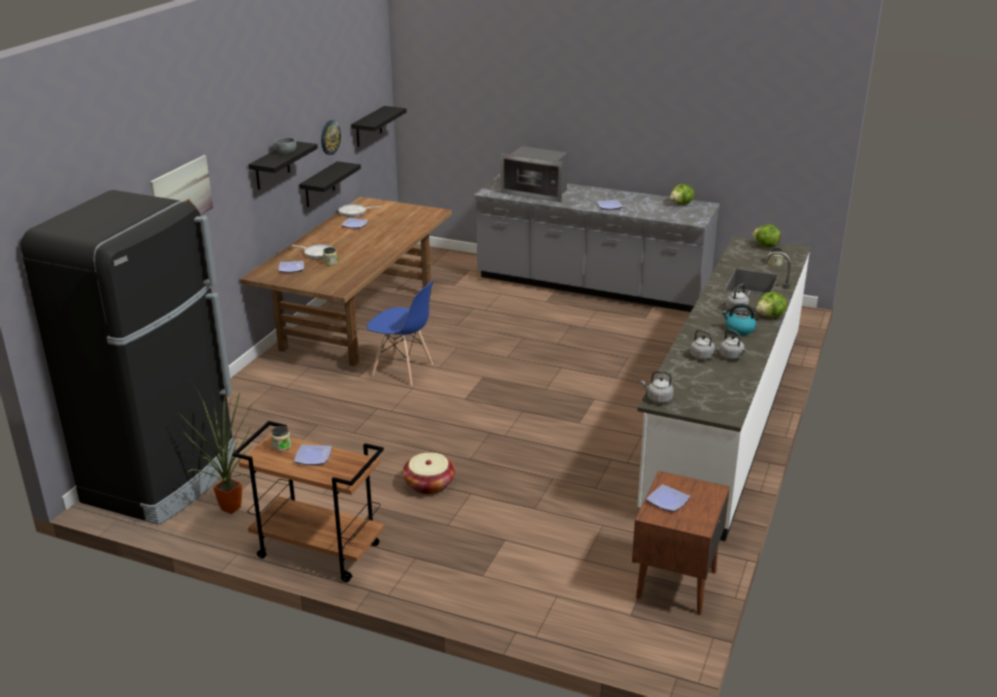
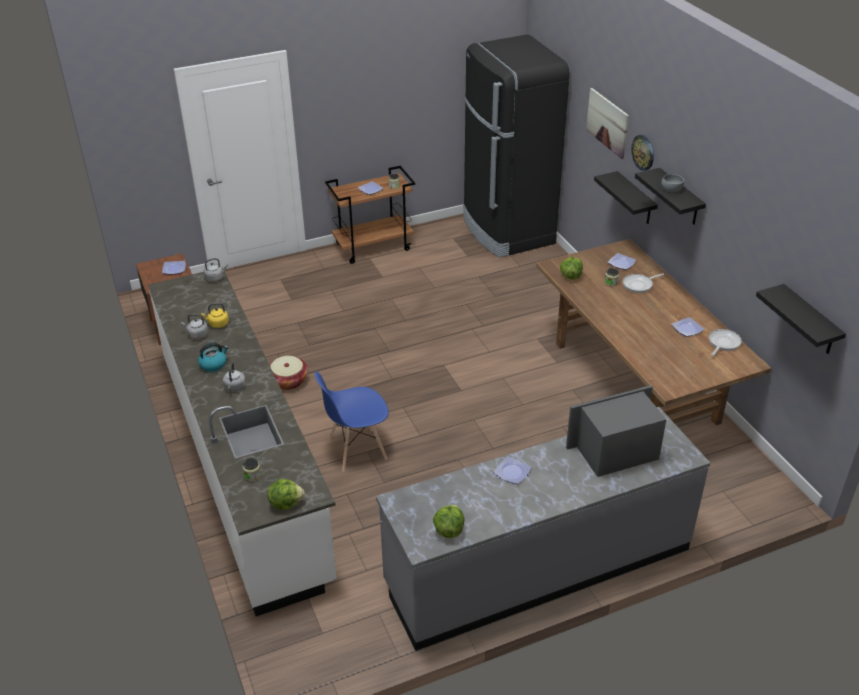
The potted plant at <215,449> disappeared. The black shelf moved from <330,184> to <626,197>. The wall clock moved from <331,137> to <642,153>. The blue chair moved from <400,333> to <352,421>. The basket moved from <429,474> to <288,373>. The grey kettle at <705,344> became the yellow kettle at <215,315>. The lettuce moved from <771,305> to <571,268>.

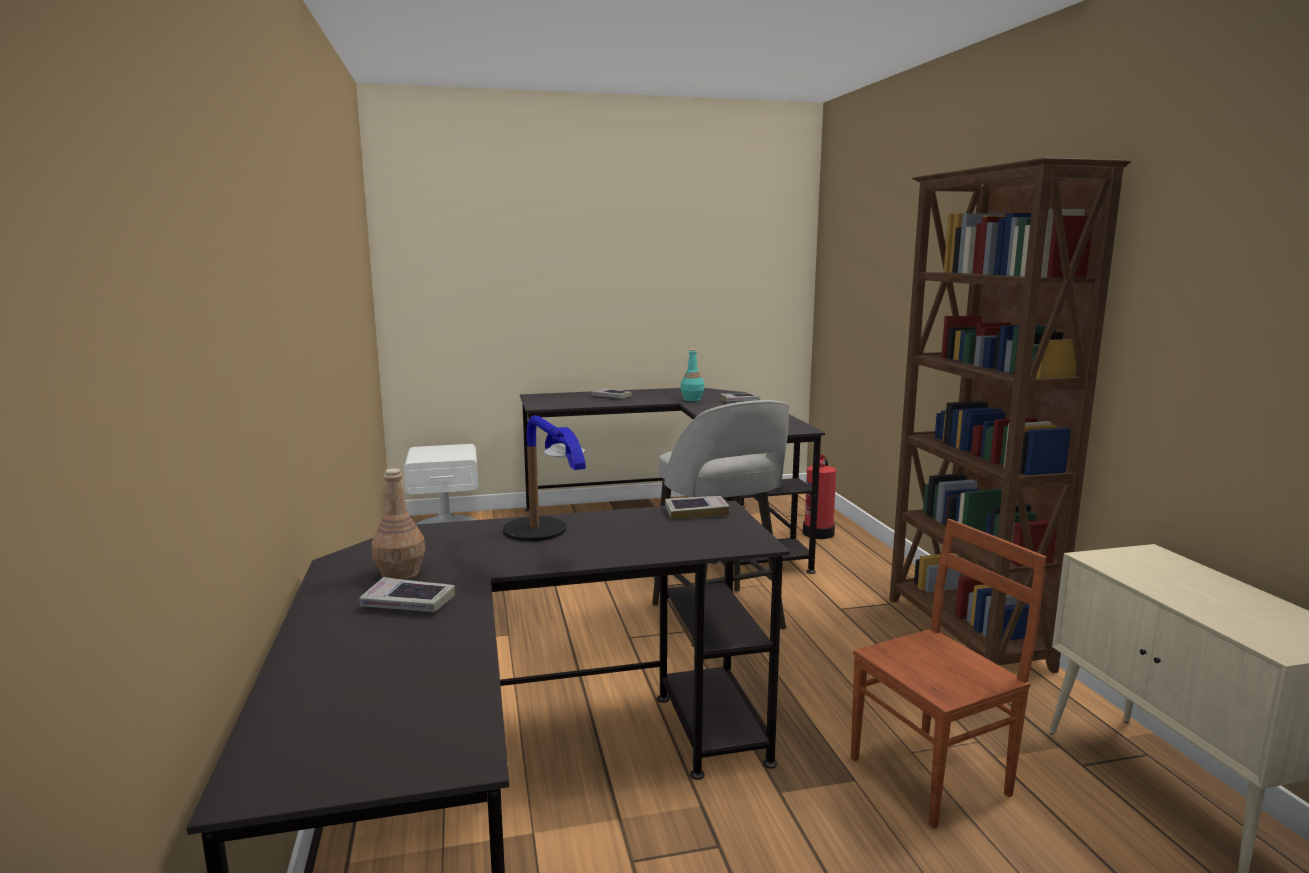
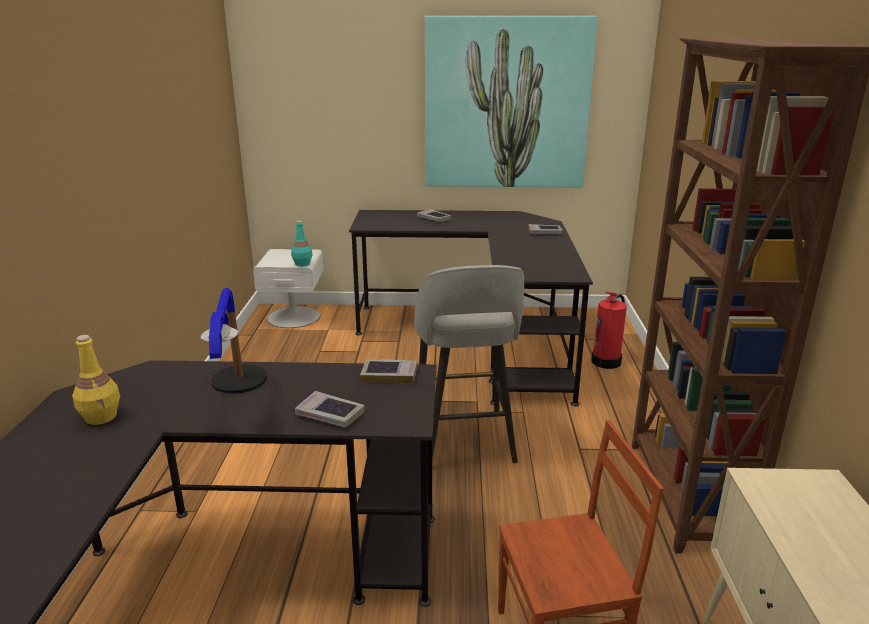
The book moved from <407,594> to <330,409>. The brown bottle at <398,524> became the yellow bottle at <96,380>. The turquoise bottle moved from <692,375> to <301,243>. The picture at <511,102> appeared.

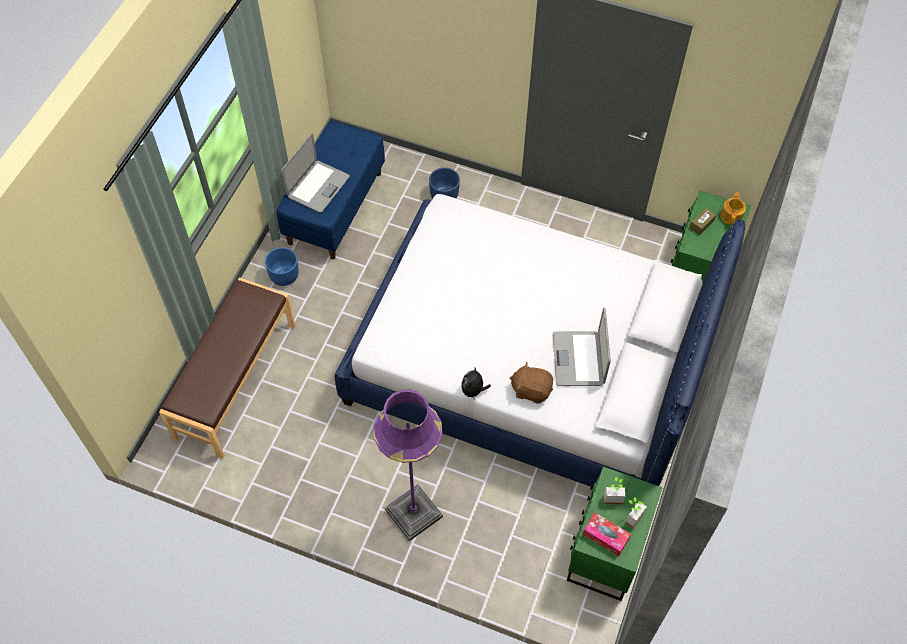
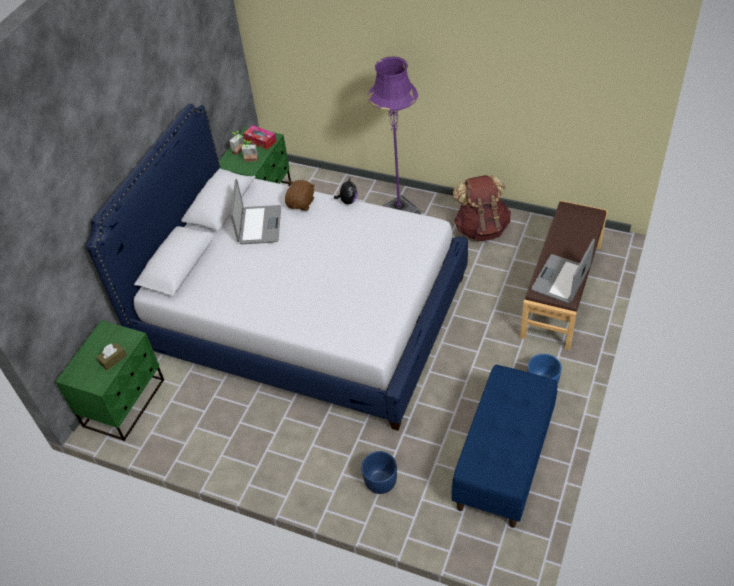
The laptop moved from <315,173> to <563,271>. The brown plush toy at <531,382> turned 90 degrees counterclockwise. The teapot at <733,208> disappeared. The brown backpack at <482,208> appeared.

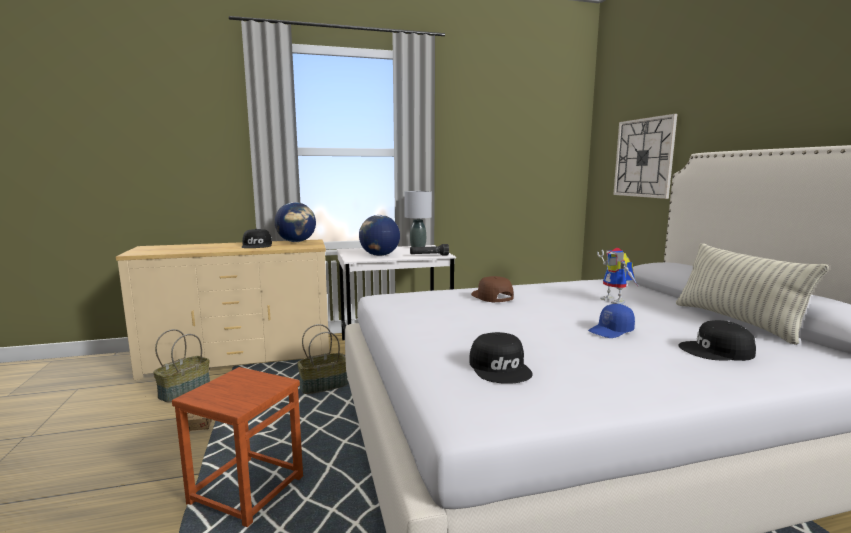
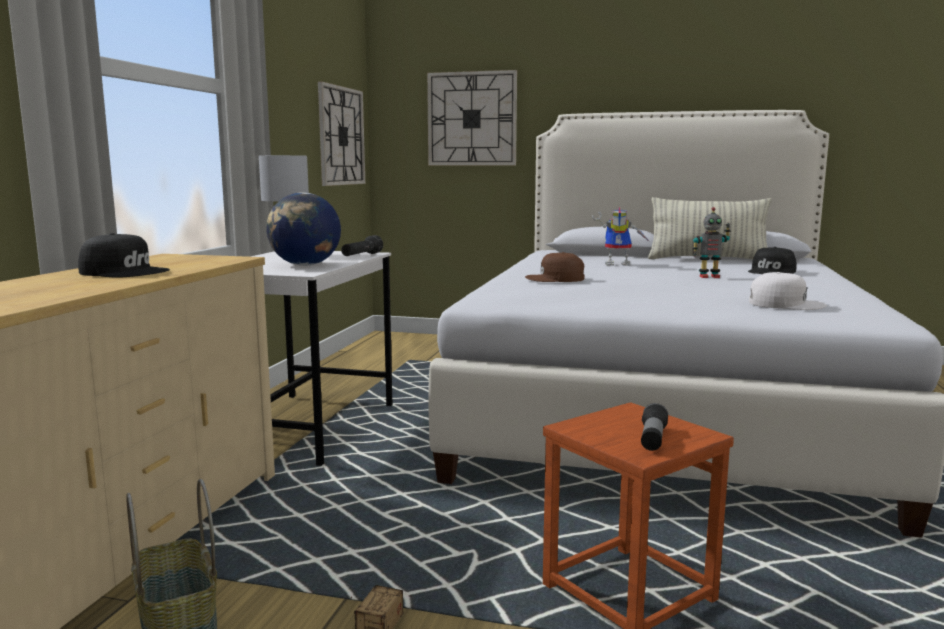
The globe at <295,222> disappeared. The basket at <322,359> disappeared. The black cap at <501,358> became the white cap at <788,291>. The blue cap at <611,321> was replaced by the toy robot at <712,242>. The wall clock at <341,133> appeared. The flashlight at <654,427> appeared.

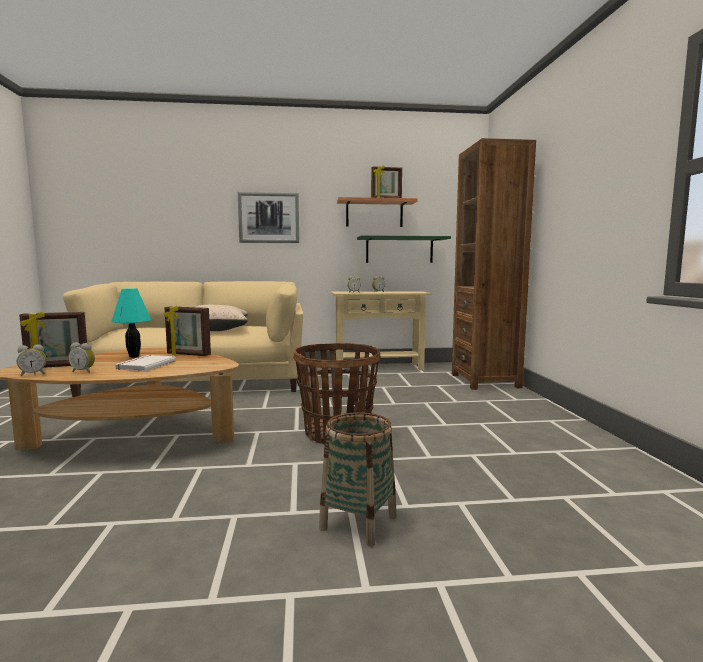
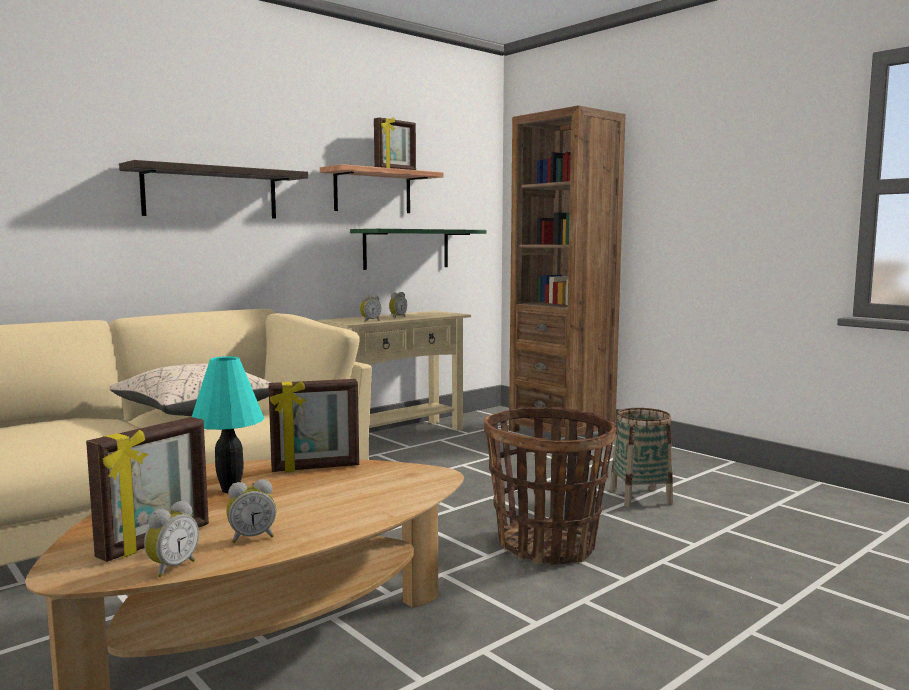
The white book at <145,363> disappeared. The picture at <268,217> was replaced by the shelf at <213,189>. The basket moved from <358,479> to <641,457>.

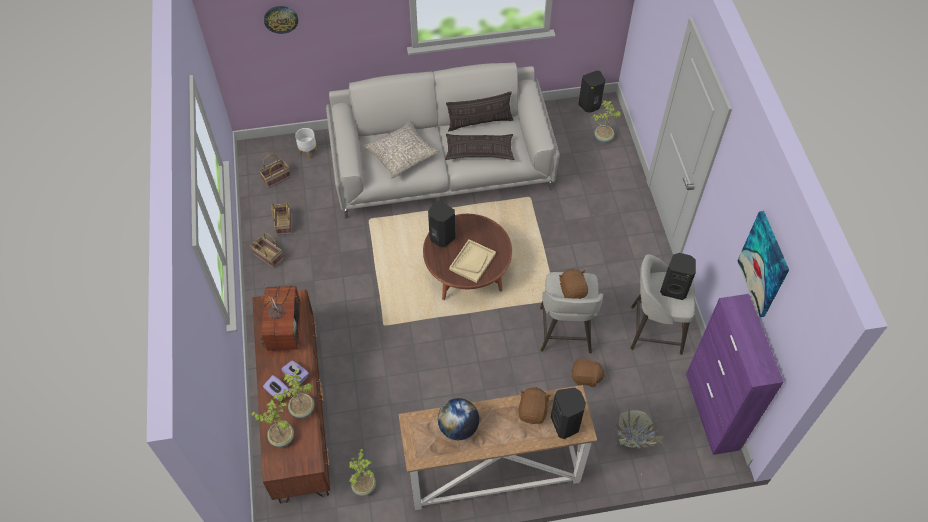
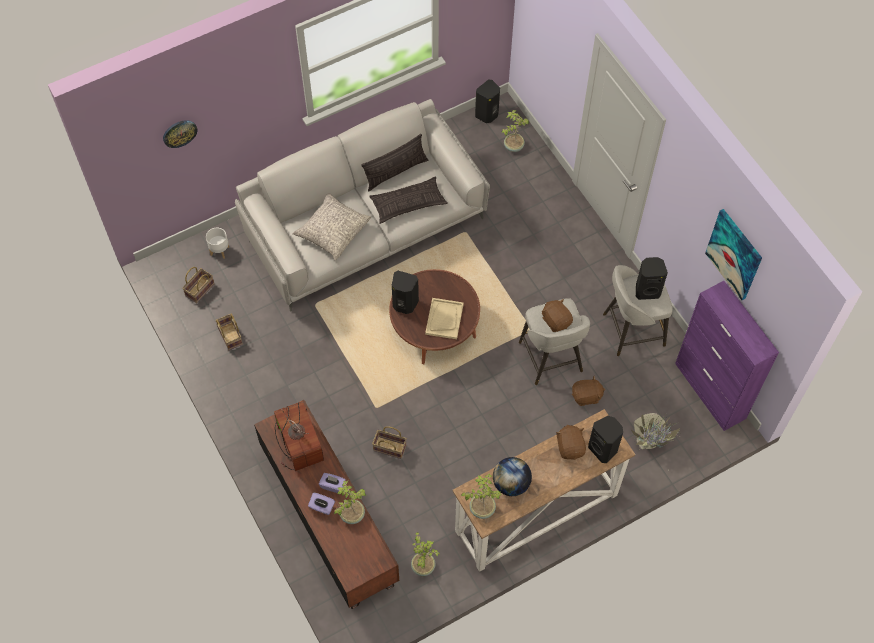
The basket moved from <267,250> to <389,442>. The potted plant moved from <272,423> to <481,496>.

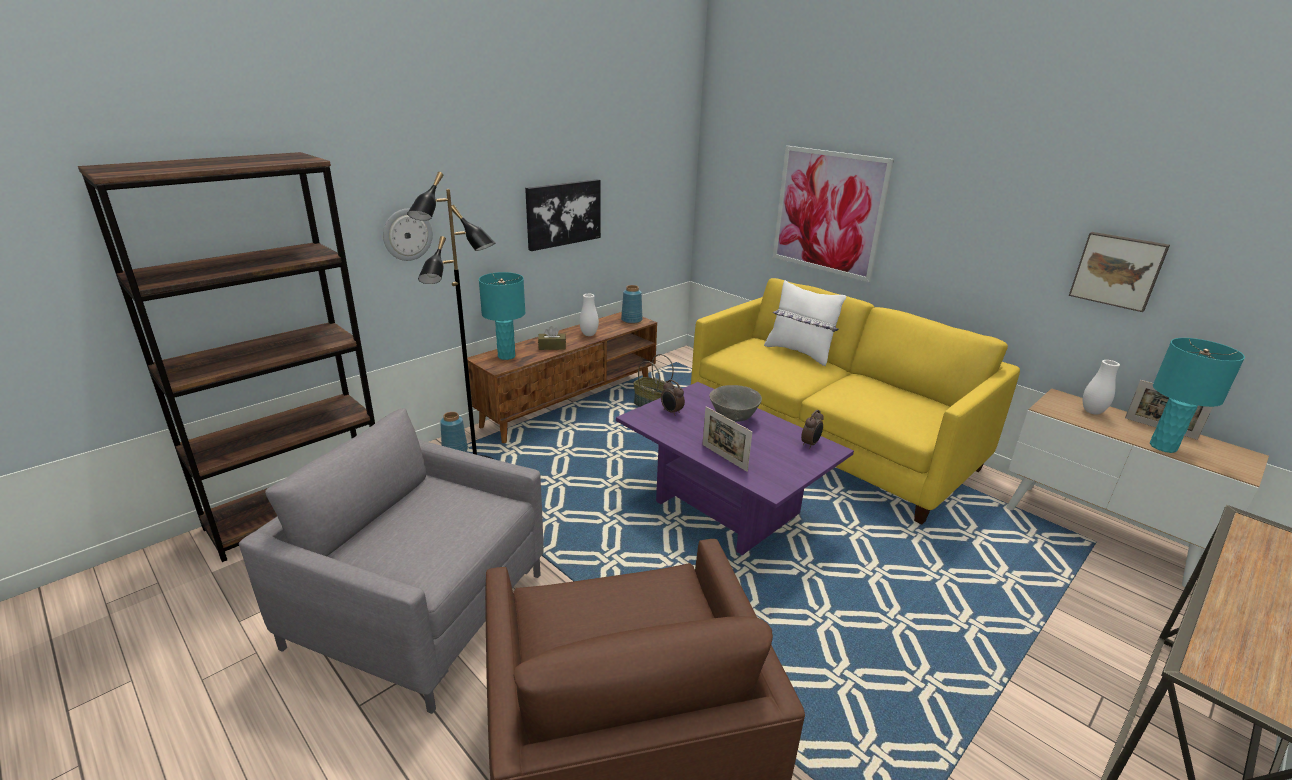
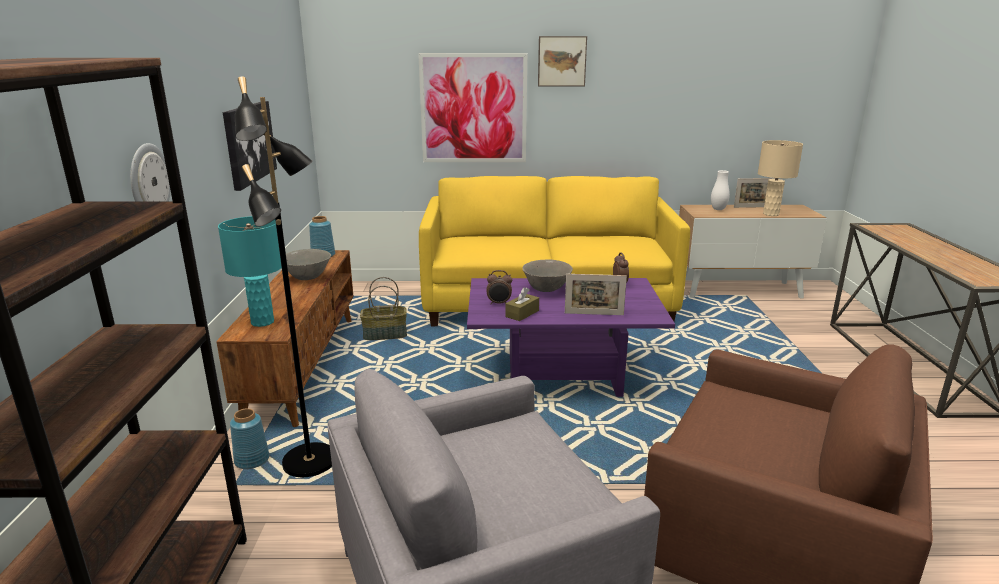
The brown tissue box moved from <552,338> to <522,304>. The white vase at <589,315> was replaced by the grey bowl at <308,264>. The white pillow at <805,323> disappeared. The picture moved from <1119,272> to <562,61>. The turquoise table lamp at <1197,395> became the beige table lamp at <780,178>.

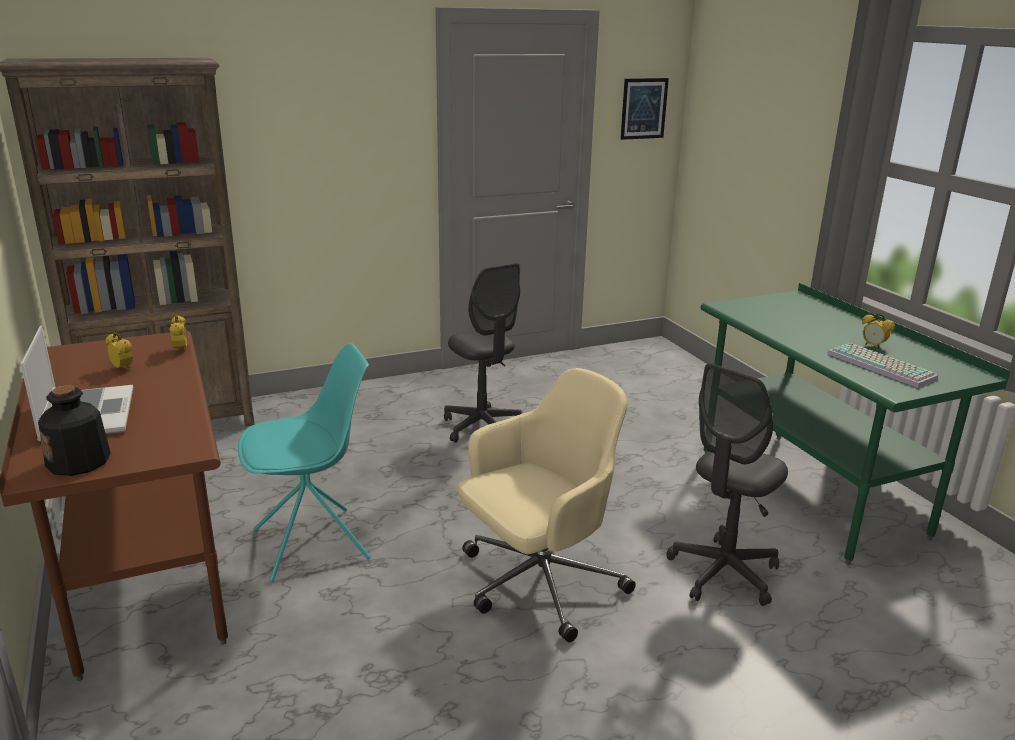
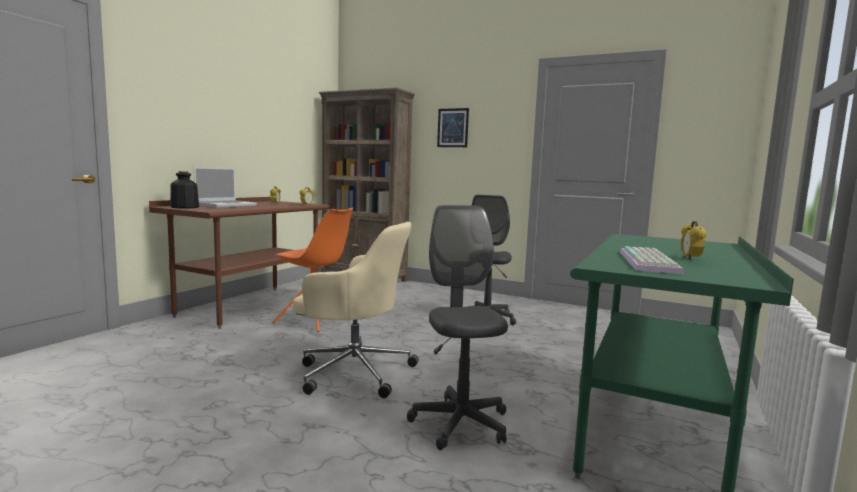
The turquoise chair at <304,462> became the orange chair at <313,269>. The picture moved from <644,109> to <453,127>. The grey office chair at <727,484> turned 75 degrees clockwise.

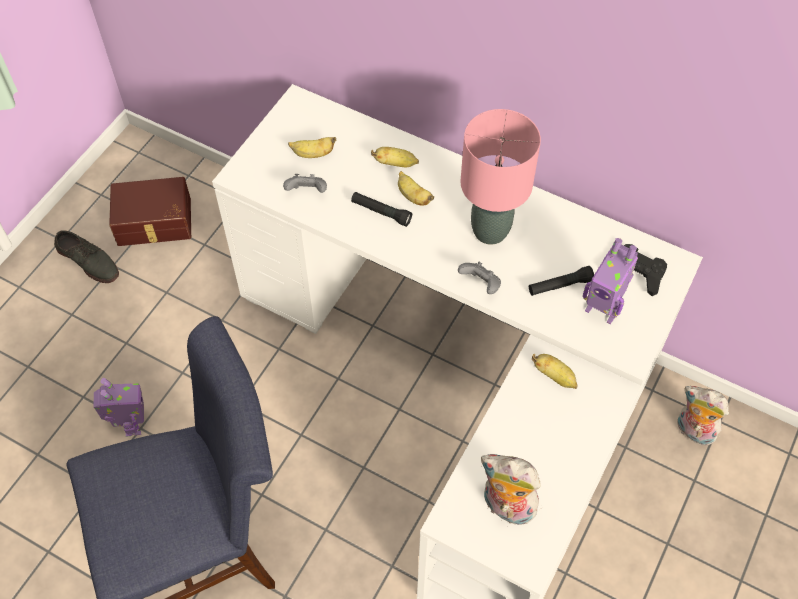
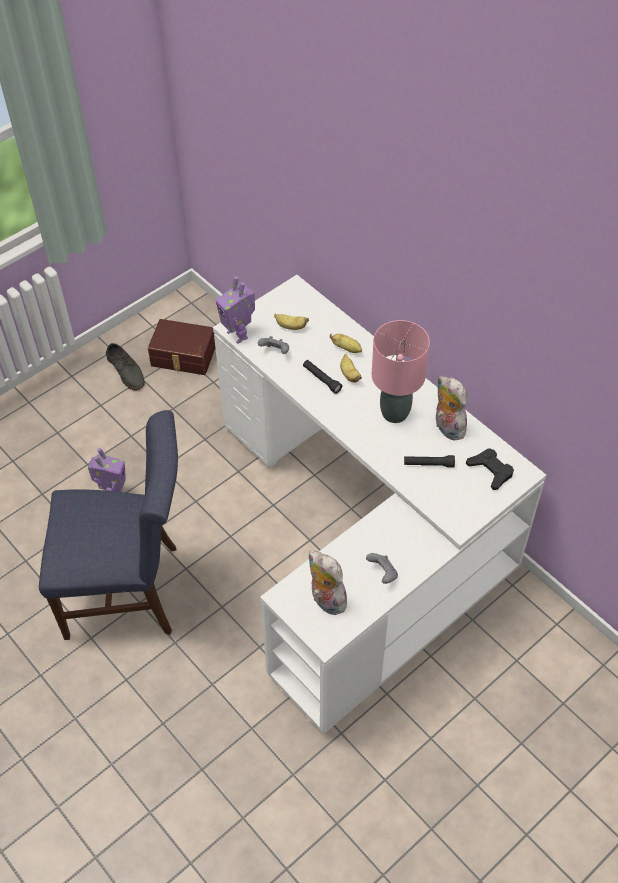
The grey game controller moved from <479,278> to <382,568>. The banana at <555,371> disappeared. The toy robot moved from <610,281> to <235,310>. The plush toy moved from <703,415> to <451,407>.

